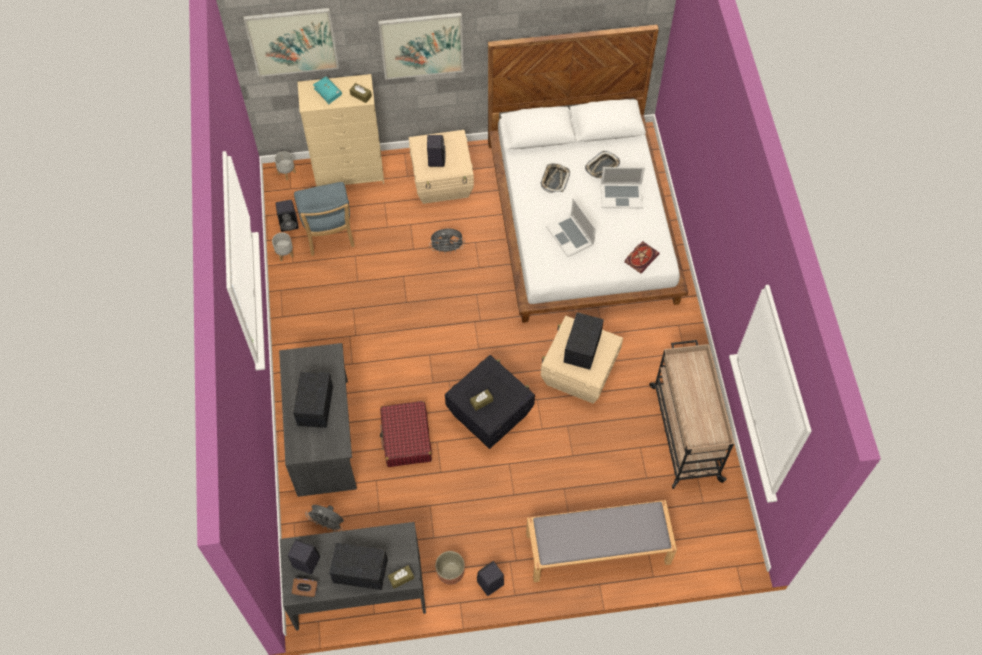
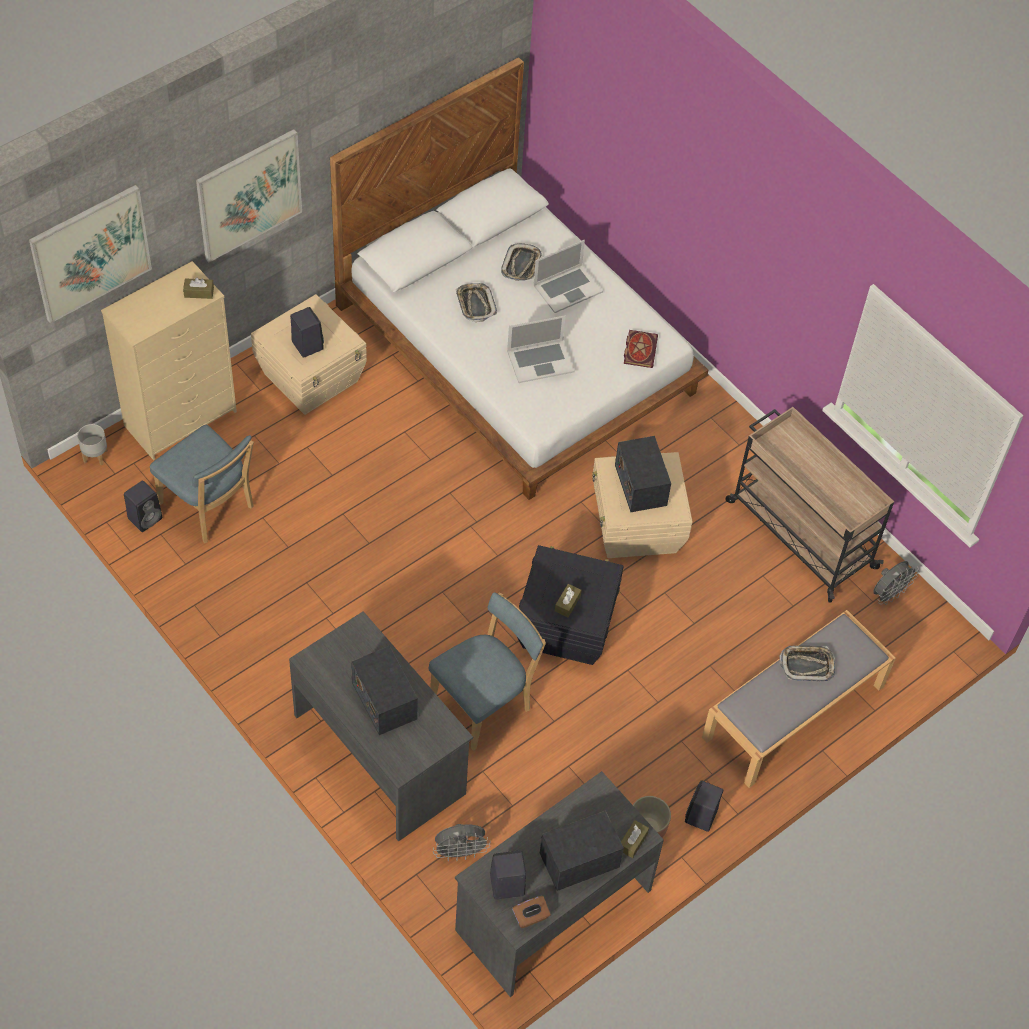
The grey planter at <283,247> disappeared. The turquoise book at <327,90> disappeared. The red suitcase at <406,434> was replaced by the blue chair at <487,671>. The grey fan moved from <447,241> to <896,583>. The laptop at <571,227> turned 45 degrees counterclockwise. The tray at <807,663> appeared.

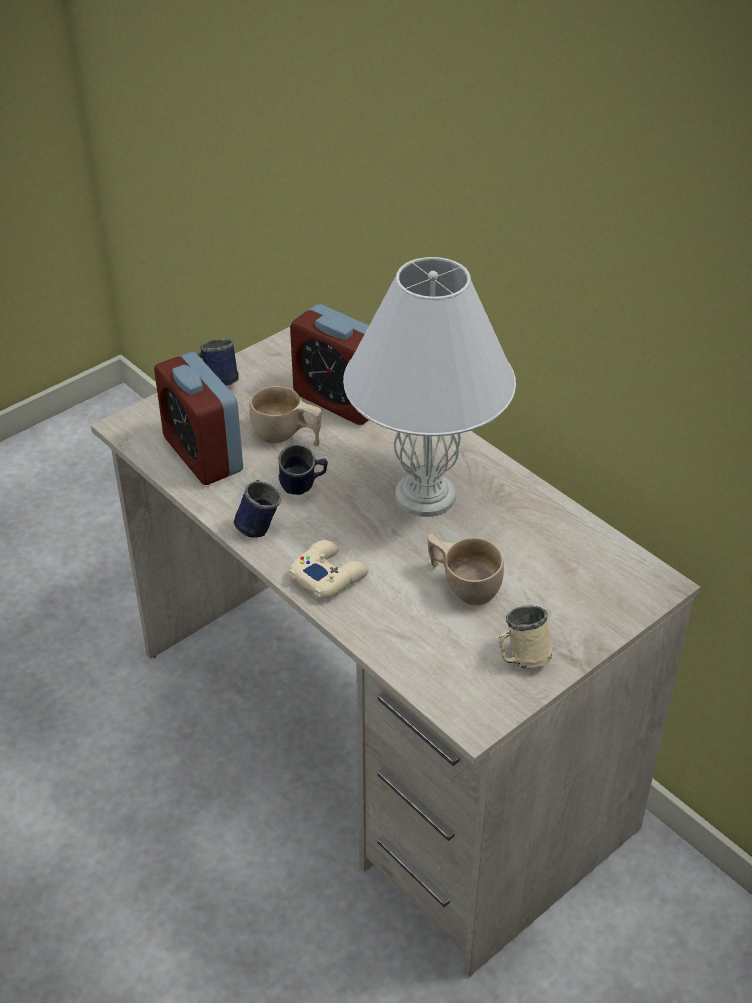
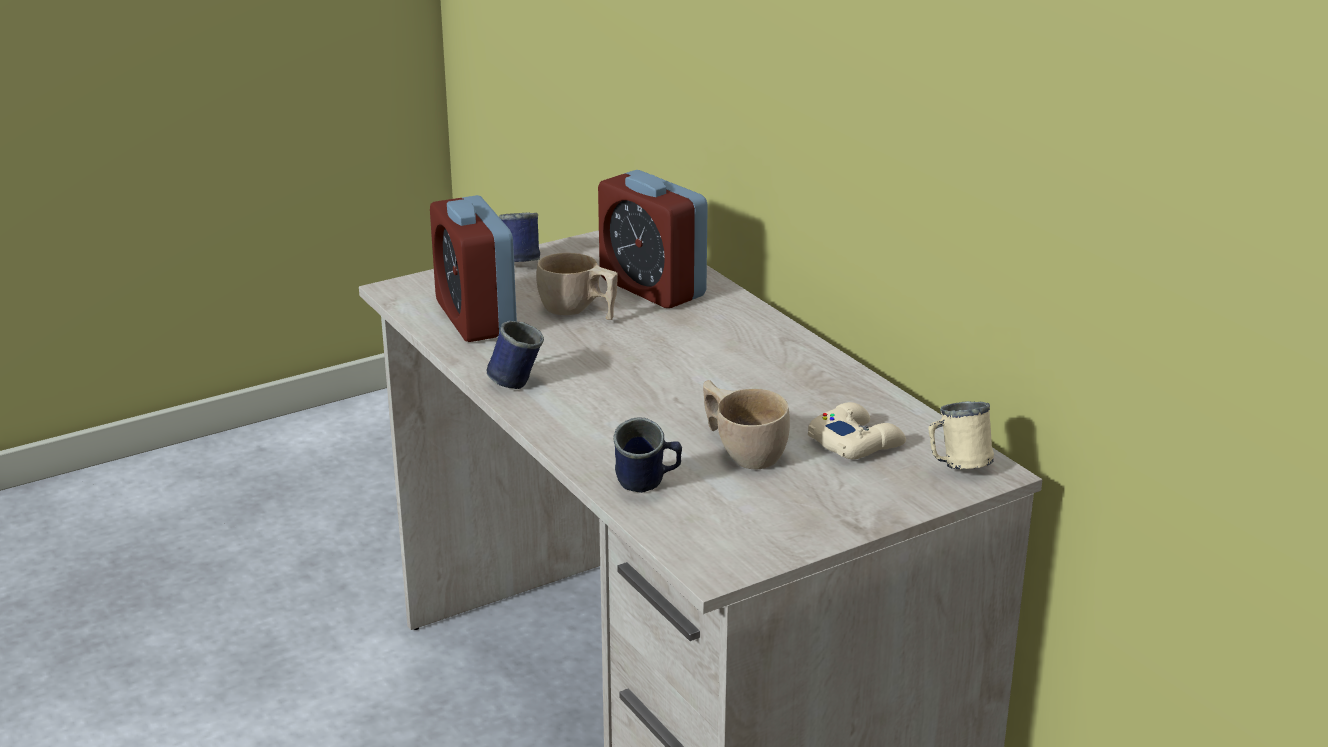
The blue mug moved from <303,469> to <647,455>. The beige game controller moved from <329,569> to <857,430>. The white table lamp at <429,387> disappeared. The beige mug moved from <525,636> to <961,435>.

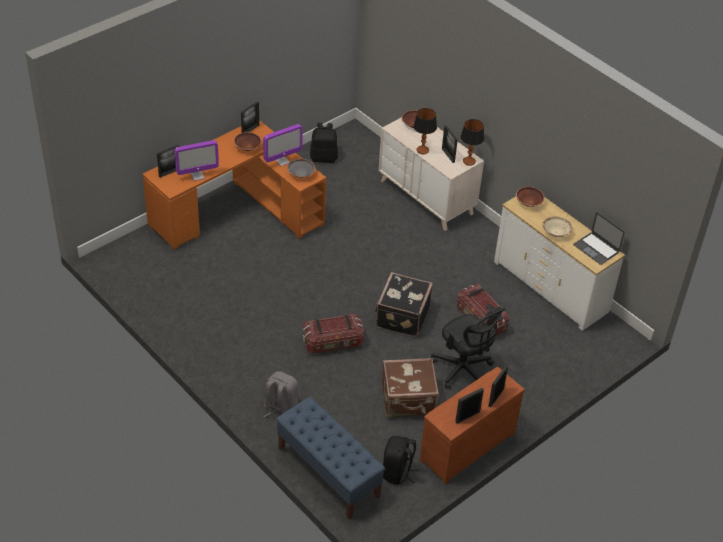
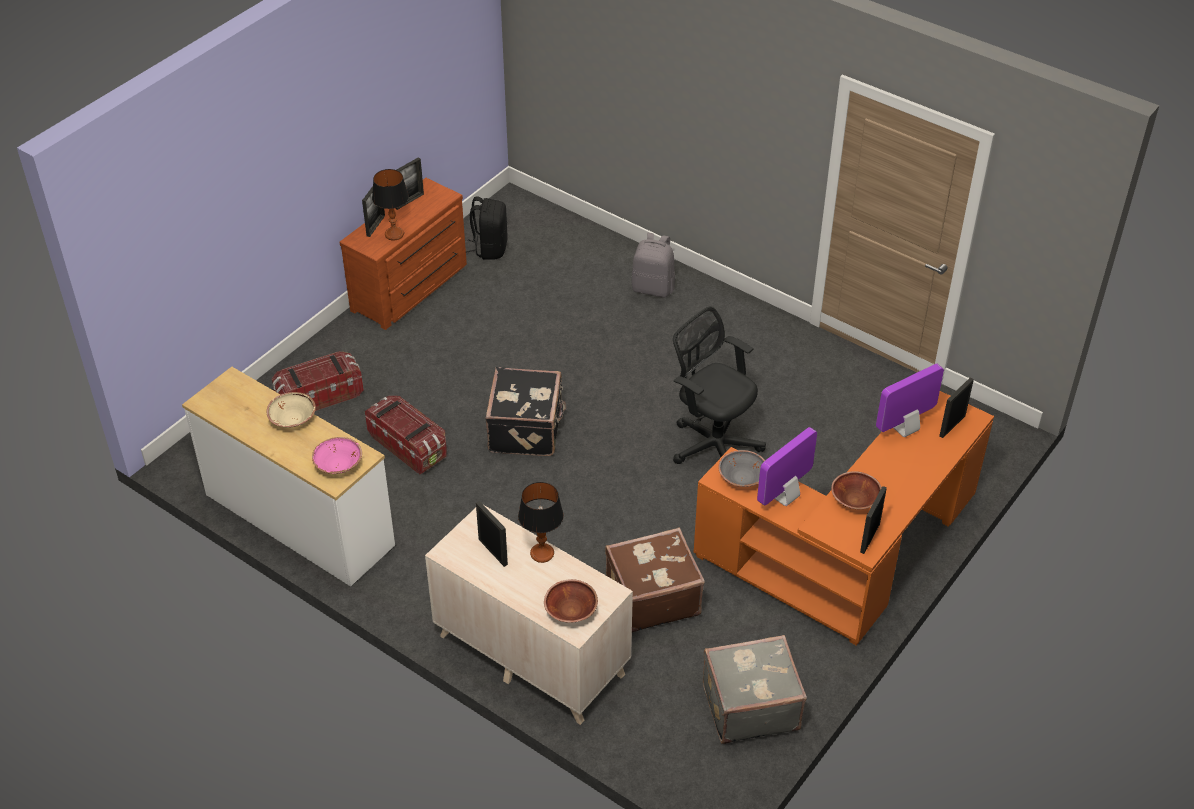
The blue bench at <330,458> disappeared. The storage box moved from <333,334> to <318,381>. The black backpack at <324,143> was replaced by the grey suitcase at <755,689>. The brown suitcase moved from <410,387> to <655,579>. The black office chair moved from <468,346> to <719,385>. The table lamp moved from <472,142> to <390,205>. The brown bowl at <530,197> became the pink bowl at <337,455>. The laptop at <599,238> disappeared.

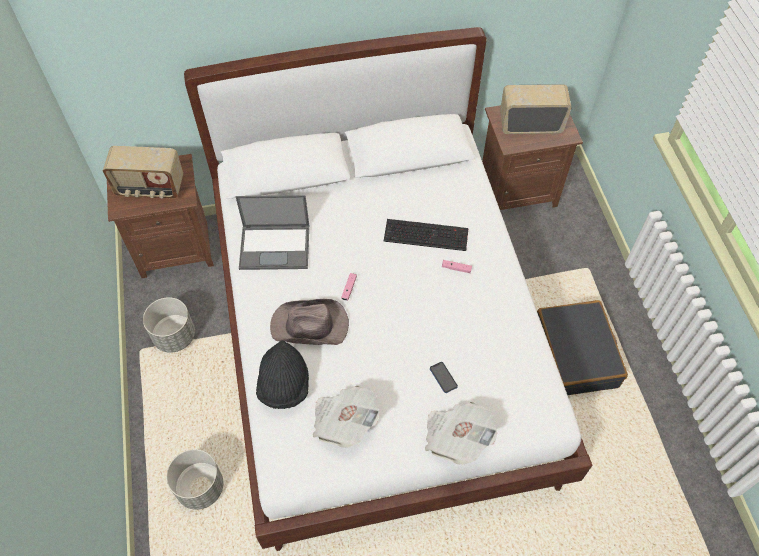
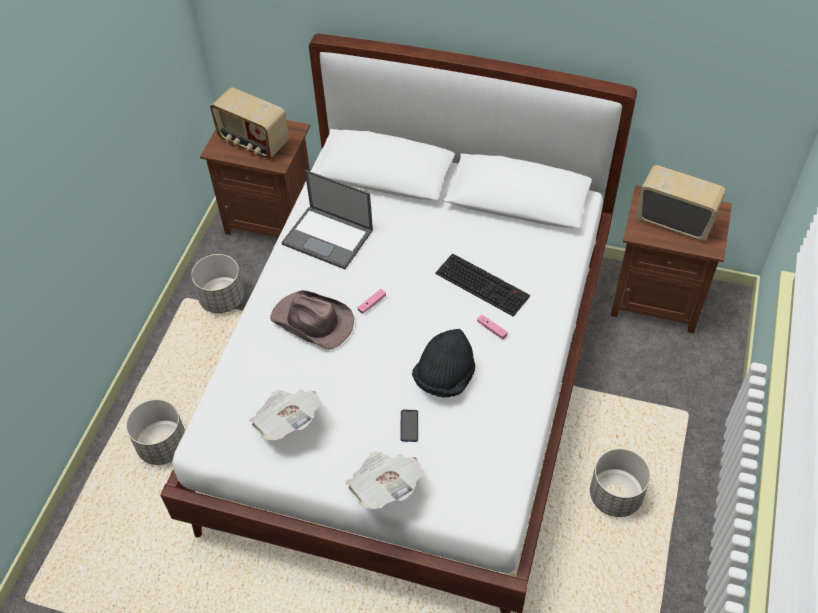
The black hat moved from <282,374> to <443,363>. The black suitcase at <582,347> was replaced by the grey planter at <620,482>.

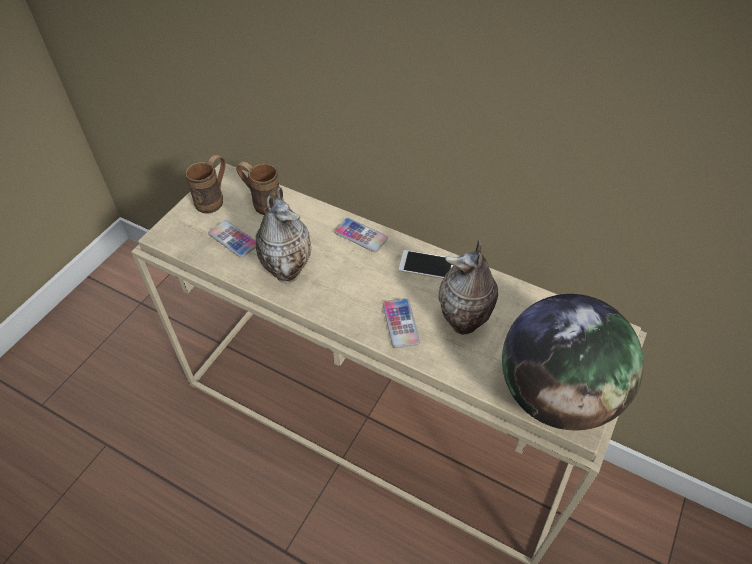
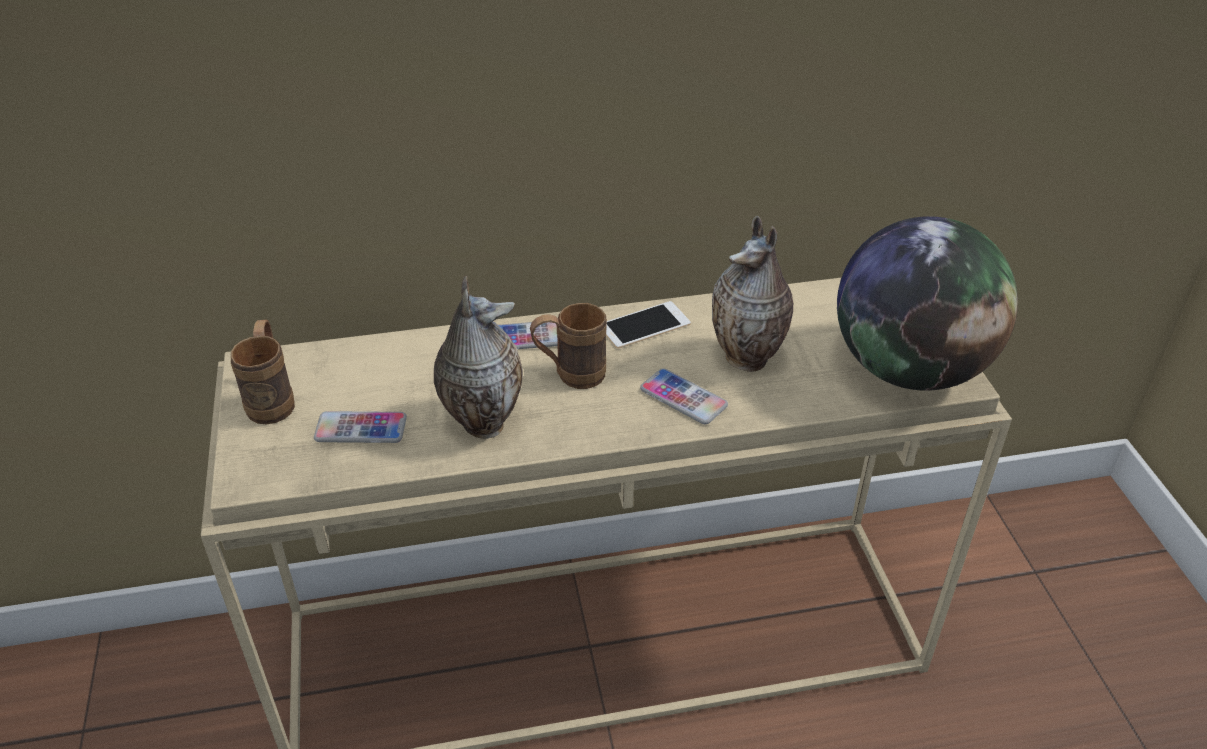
The brown mug moved from <257,188> to <568,346>.

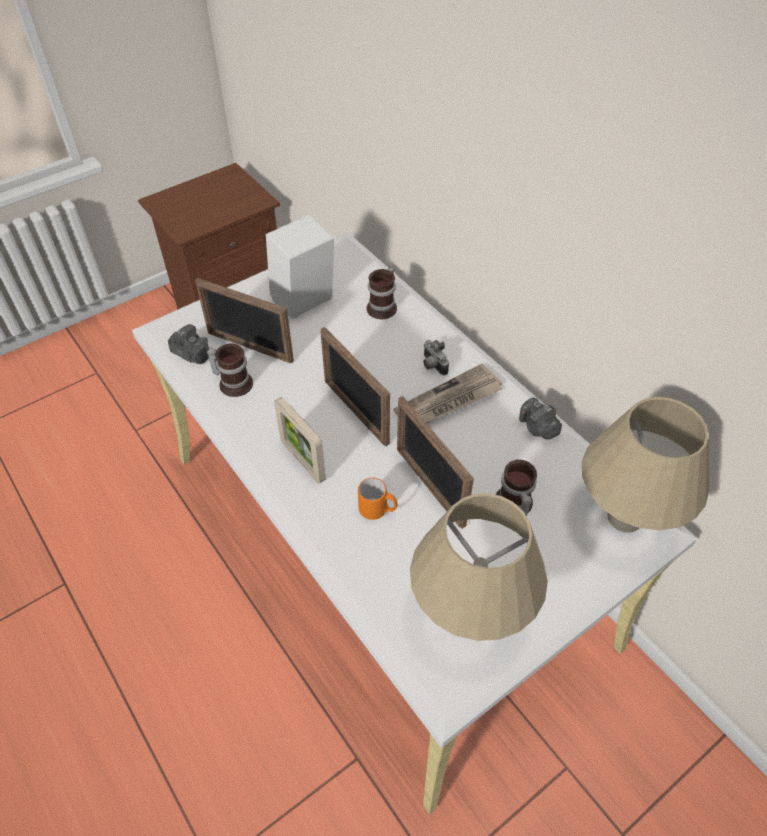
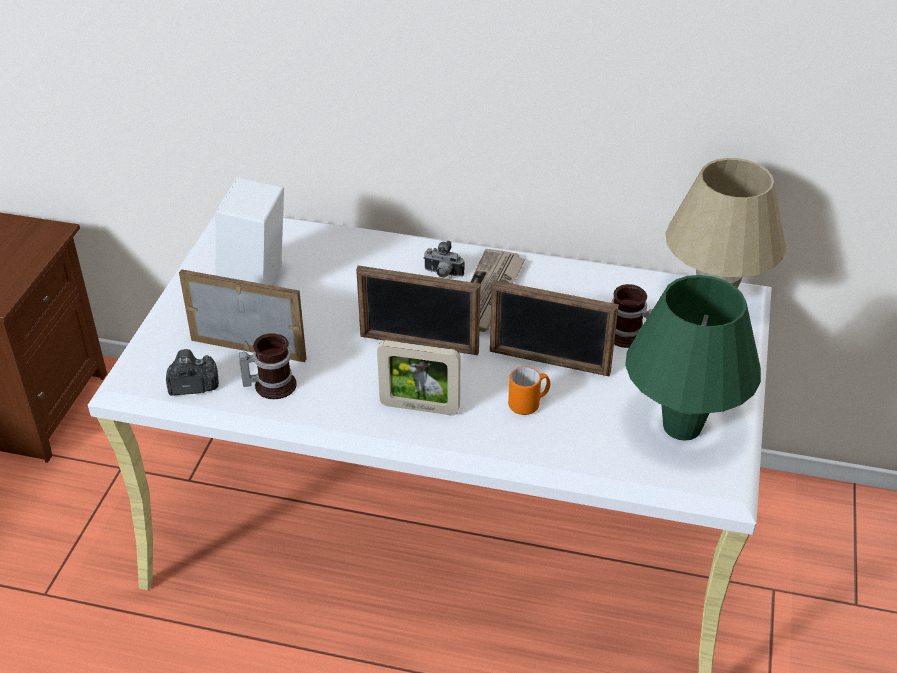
The picture frame at <244,321> turned 150 degrees counterclockwise. The mug at <382,293> disappeared. The beige table lamp at <479,567> became the green table lamp at <693,358>. The photo camera at <540,419> disappeared.

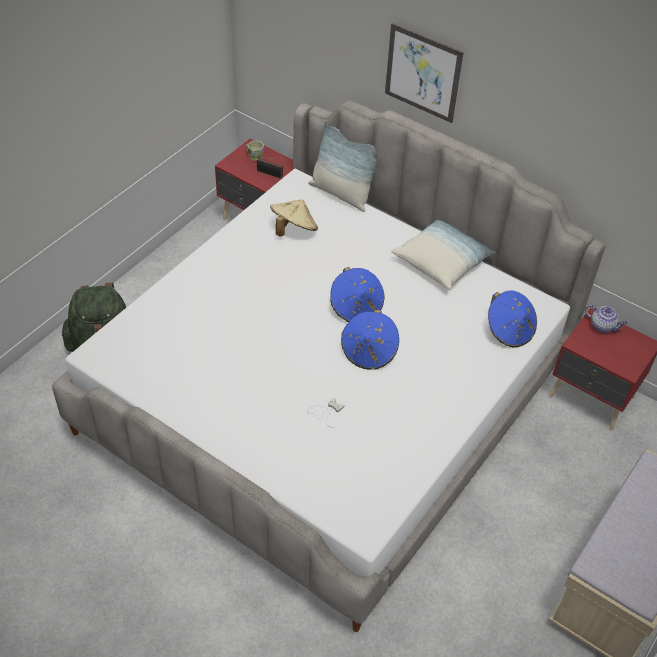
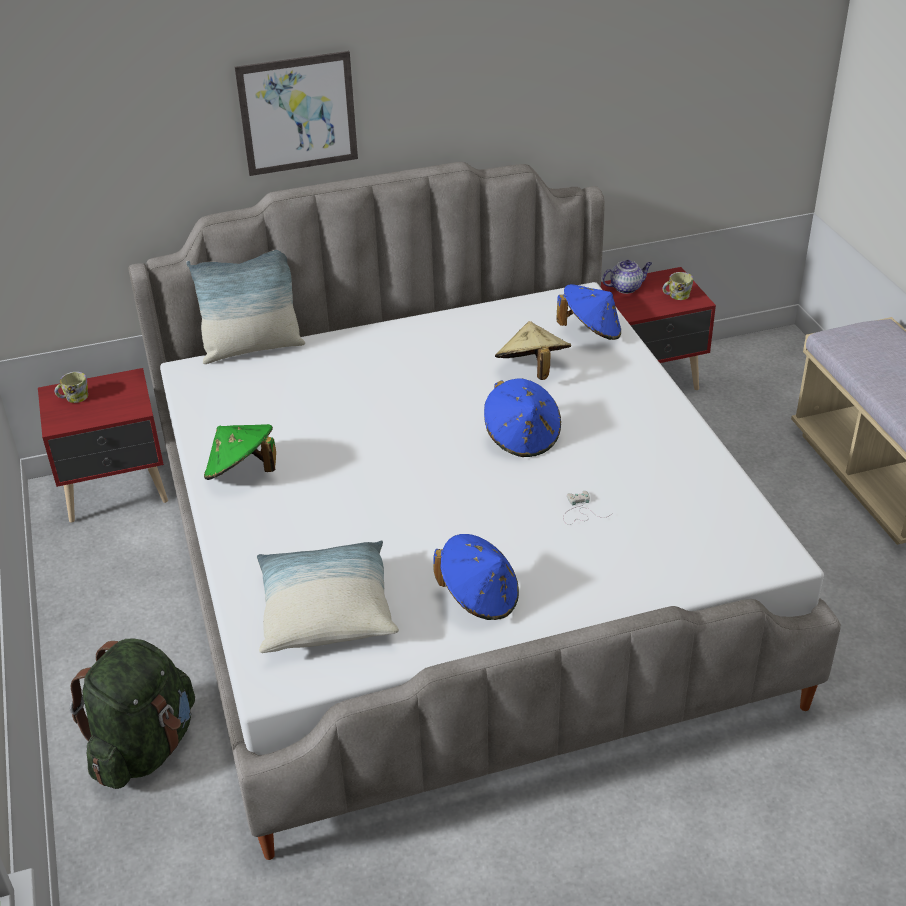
The radio at <271,168> disappeared. The beige hat moved from <294,218> to <533,350>. The blue hat moved from <357,294> to <476,577>. The pillow moved from <443,254> to <328,596>. The green hat at <240,452> appeared. The mug at <678,286> appeared.

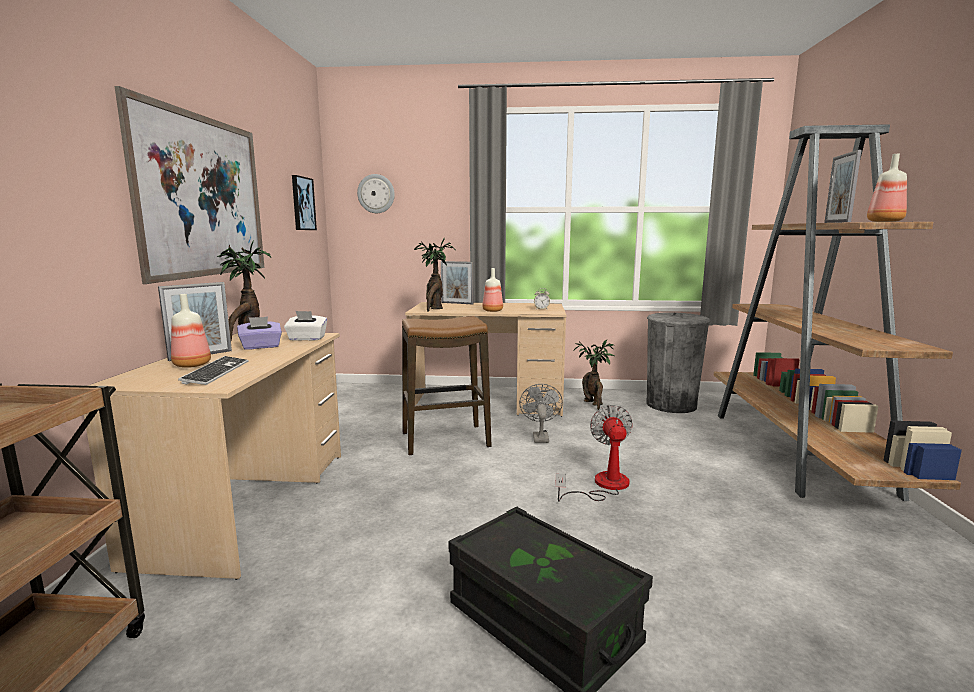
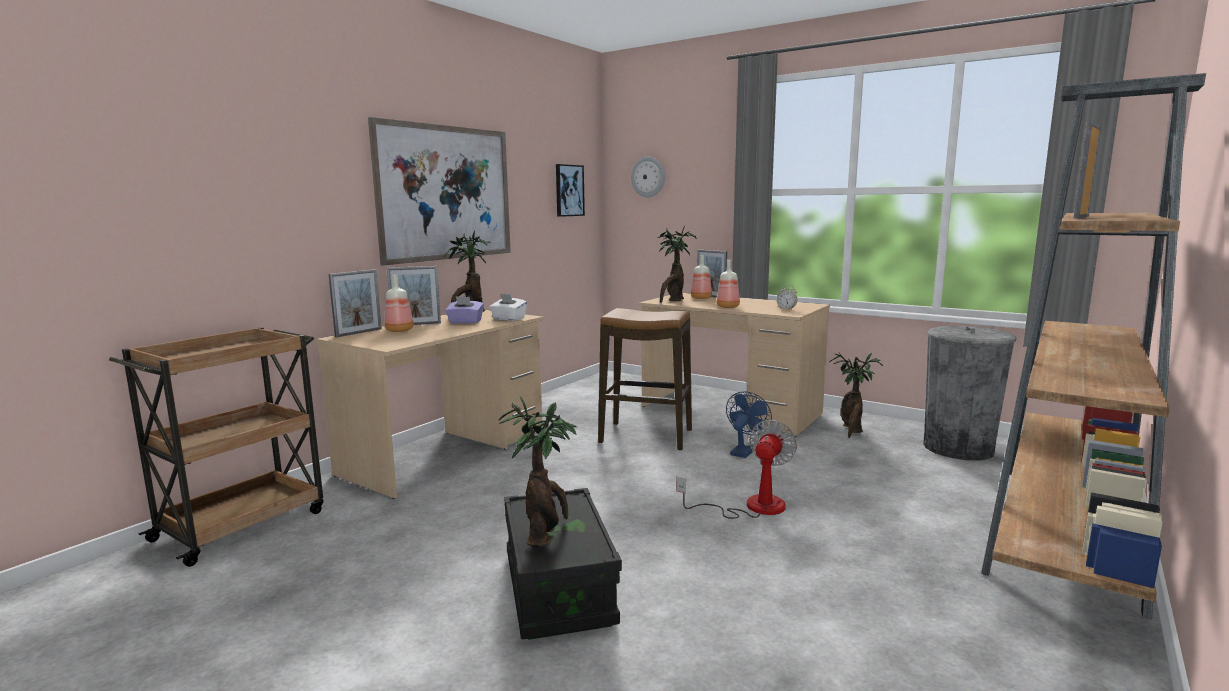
The keyboard at <213,370> disappeared. The grey fan at <541,413> became the blue fan at <749,424>. The bottle moved from <887,188> to <701,277>. The picture frame at <355,303> appeared. The potted plant at <538,471> appeared.

